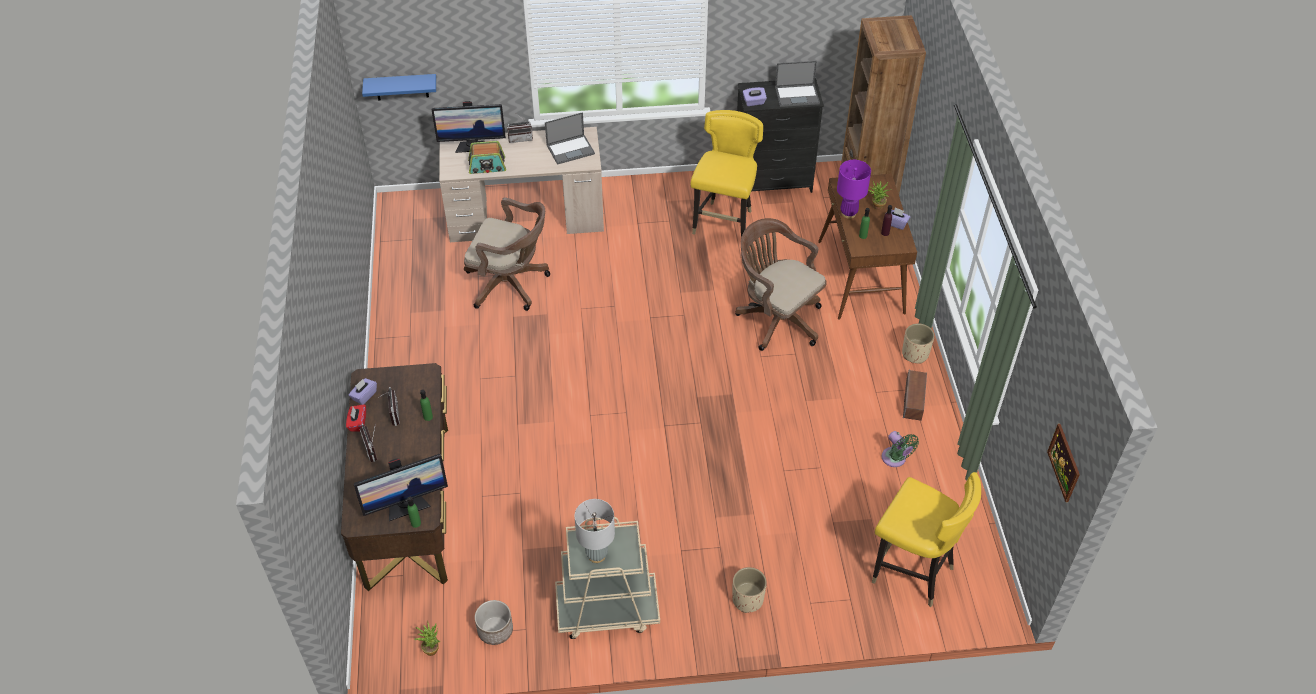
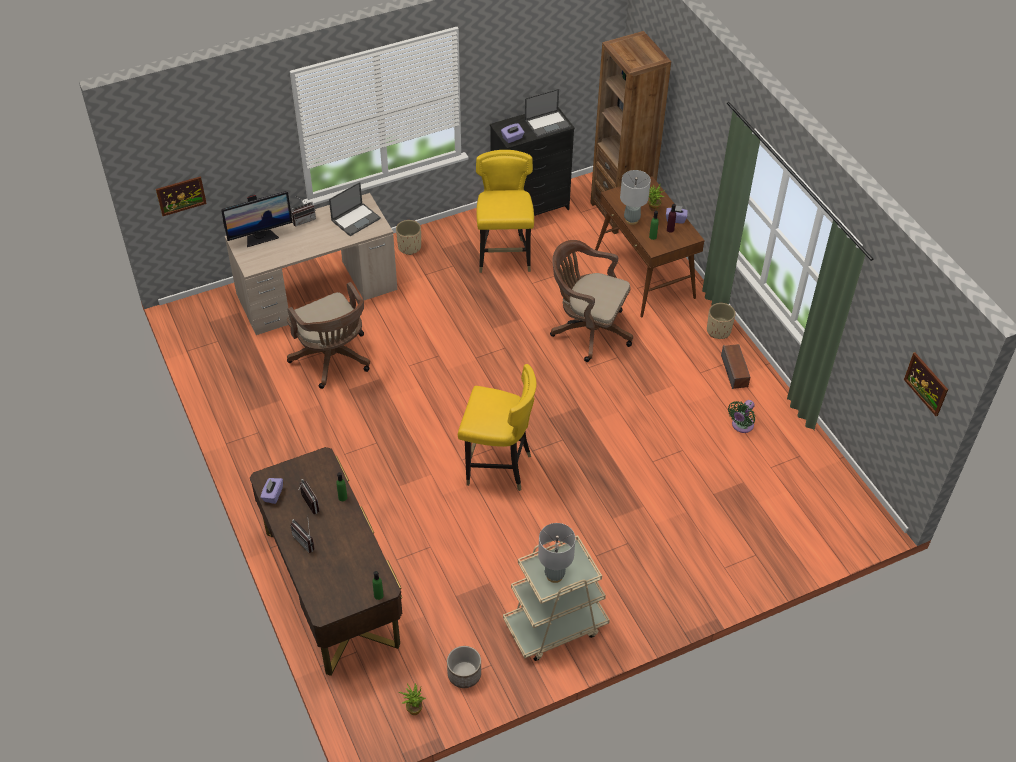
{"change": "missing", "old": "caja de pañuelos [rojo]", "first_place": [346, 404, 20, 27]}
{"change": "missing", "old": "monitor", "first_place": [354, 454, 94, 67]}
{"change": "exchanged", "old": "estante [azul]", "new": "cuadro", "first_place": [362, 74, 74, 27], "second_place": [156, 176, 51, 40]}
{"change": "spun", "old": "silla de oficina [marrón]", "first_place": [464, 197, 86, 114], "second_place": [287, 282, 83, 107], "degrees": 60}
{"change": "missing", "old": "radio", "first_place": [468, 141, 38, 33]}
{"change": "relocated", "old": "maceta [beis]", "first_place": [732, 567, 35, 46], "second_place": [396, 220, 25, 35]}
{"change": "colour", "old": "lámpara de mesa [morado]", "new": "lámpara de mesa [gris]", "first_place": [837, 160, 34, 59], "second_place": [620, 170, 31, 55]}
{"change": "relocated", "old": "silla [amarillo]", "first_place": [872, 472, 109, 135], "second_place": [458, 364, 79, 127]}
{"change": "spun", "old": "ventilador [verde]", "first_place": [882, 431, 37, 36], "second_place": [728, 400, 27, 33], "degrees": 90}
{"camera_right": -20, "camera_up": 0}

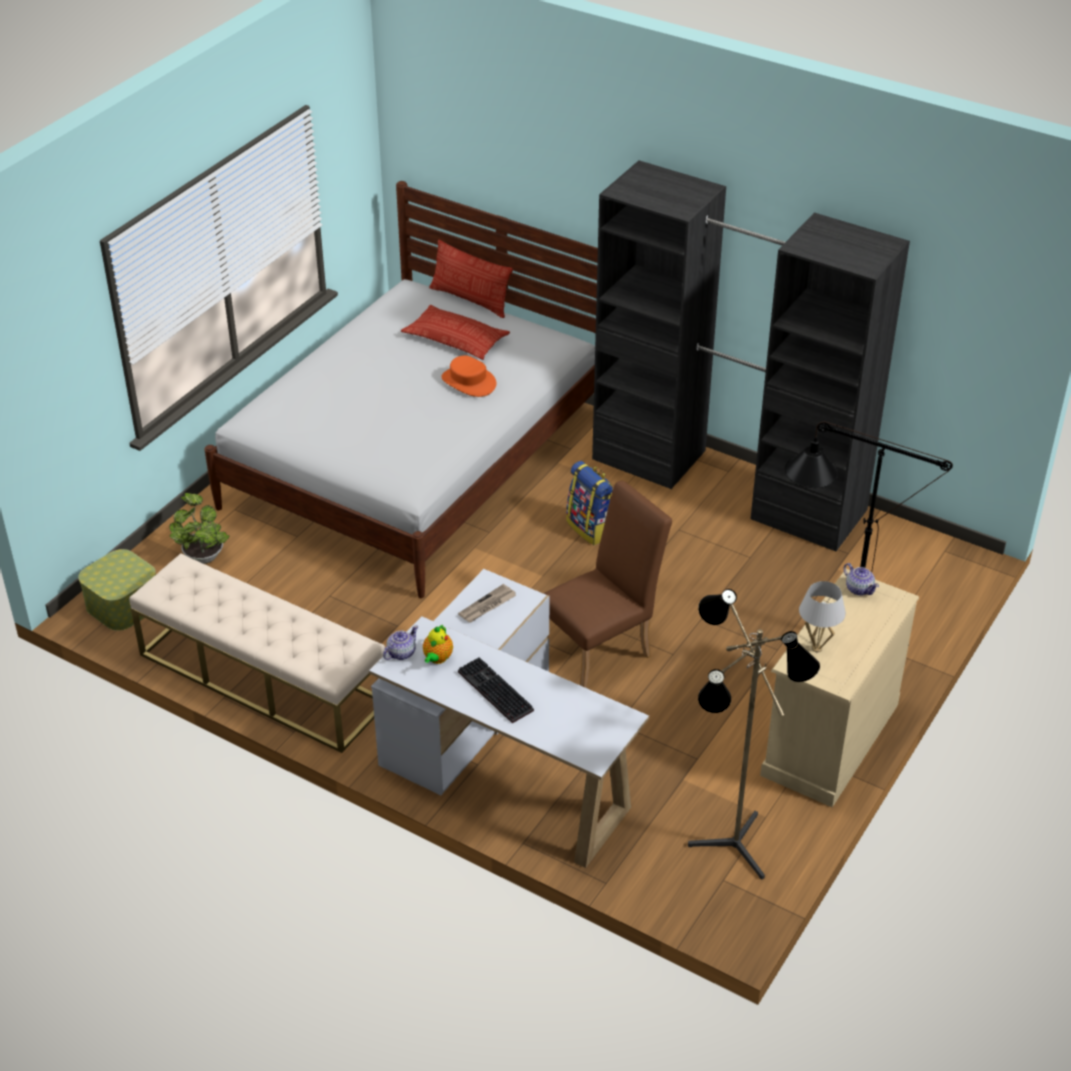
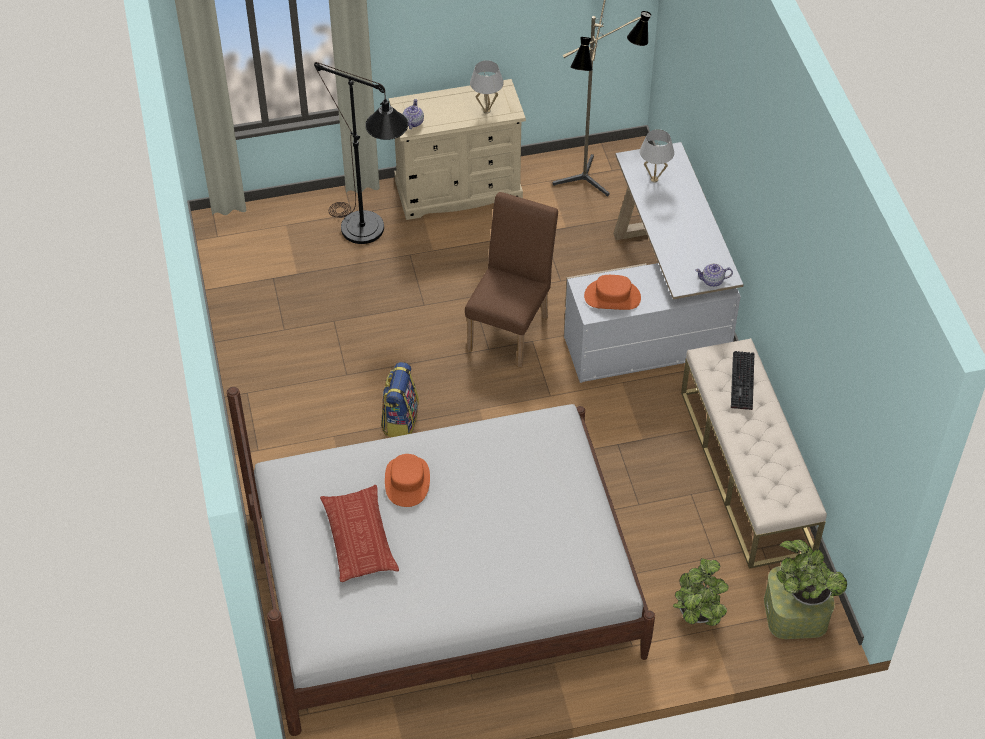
{"change": "missing", "old": "tetera", "first_place": [423, 624, 30, 40]}
{"change": "missing", "old": "cojín", "first_place": [429, 240, 84, 78]}
{"change": "exchanged", "old": "periódico", "new": "sombrero [naranja]", "first_place": [458, 584, 58, 39], "second_place": [584, 275, 57, 35]}
{"change": "relocated", "old": "teclado", "first_place": [458, 657, 76, 66], "second_place": [731, 351, 23, 59]}
{"change": "spun", "old": "silla [marrón]", "first_place": [543, 481, 129, 207], "second_place": [465, 192, 93, 176], "degrees": 105}
{"change": "missing", "old": "armario ropero [negro]", "first_place": [592, 160, 318, 391]}
{"change": "appeared", "new": "lámpara de mesa [blanco]", "second_place": [640, 129, 34, 54]}
{"change": "appeared", "new": "planta en maceta", "second_place": [776, 540, 71, 65]}
{"camera_right": -135, "camera_up": 10}

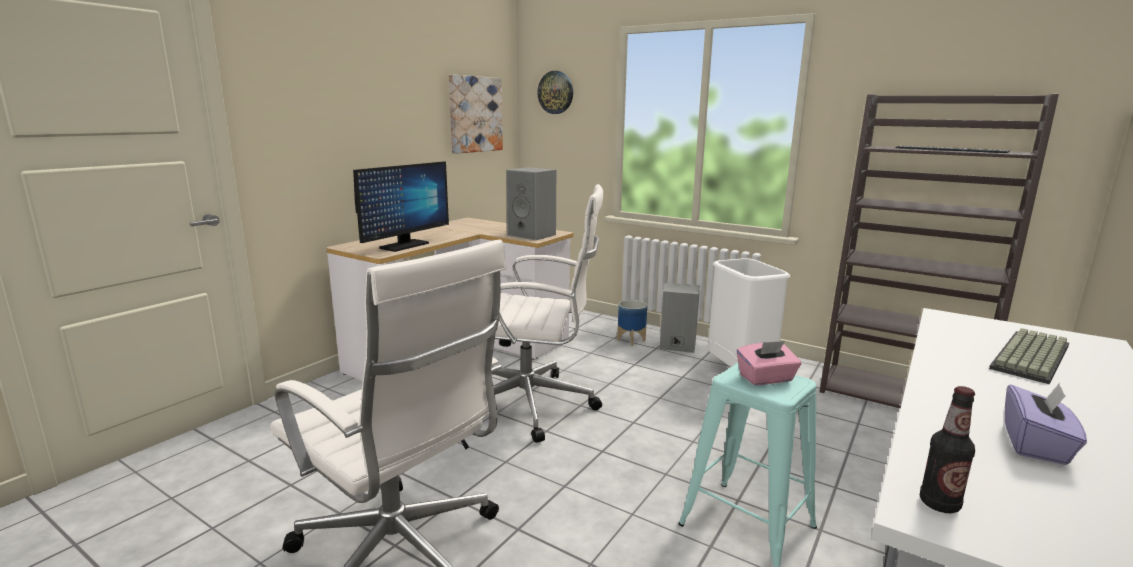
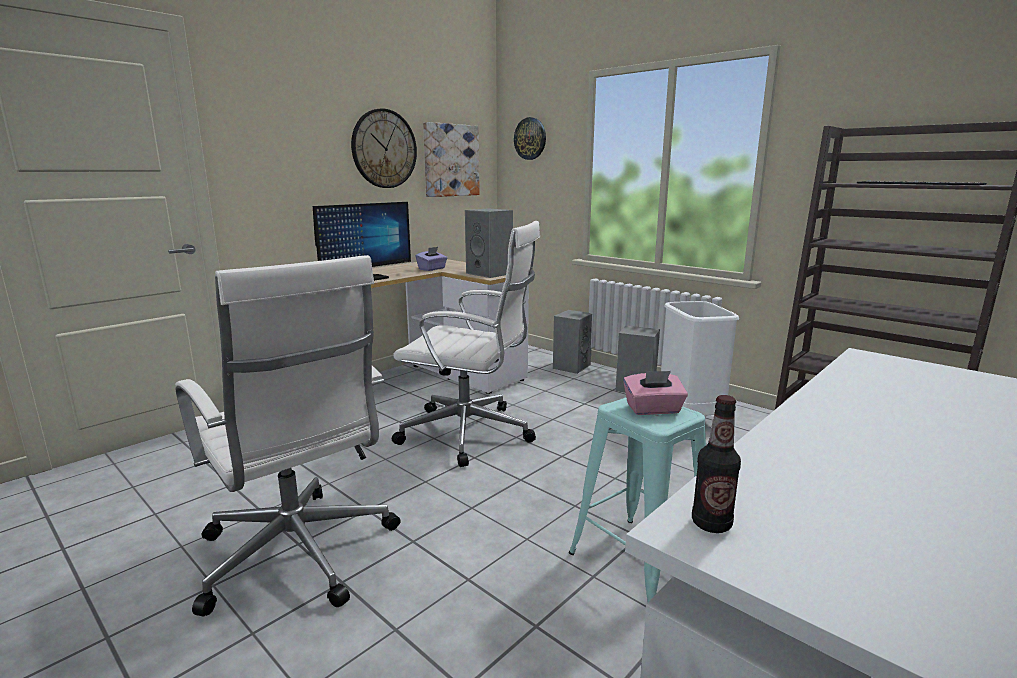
{"change": "missing", "old": "maceta", "first_place": [617, 300, 30, 46]}
{"change": "missing", "old": "teclado", "first_place": [989, 328, 80, 56]}
{"change": "relocated", "old": "caja de pañuelos [morado]", "first_place": [1005, 383, 82, 82], "second_place": [415, 247, 32, 24]}
{"change": "appeared", "new": "reloj de pared", "second_place": [351, 109, 66, 79]}
{"change": "appeared", "new": "altavoz [gris]", "second_place": [553, 310, 39, 64]}
{"camera_right": 10, "camera_up": 0}

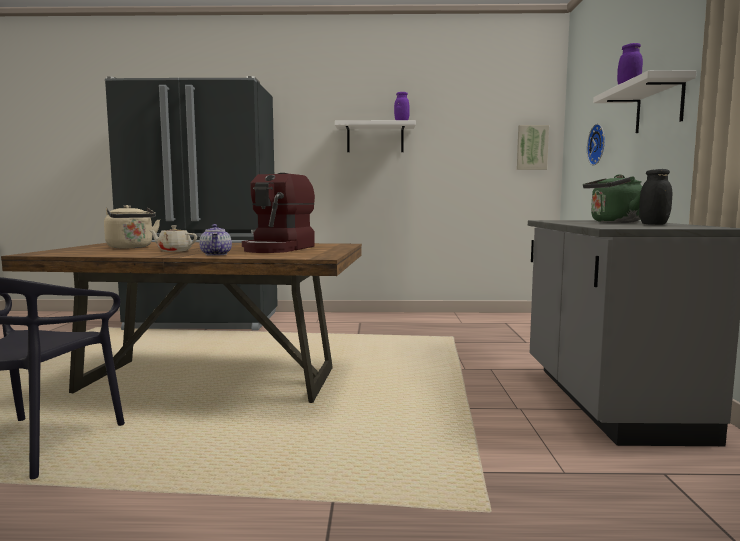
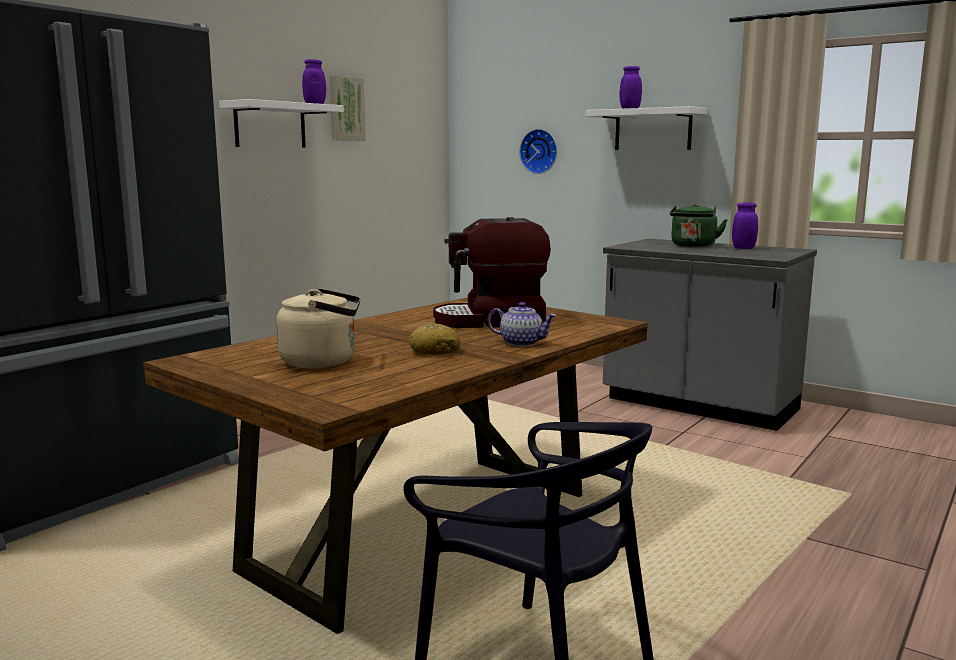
{"change": "exchanged", "old": "tetera [beis]", "new": "pan", "first_place": [149, 225, 48, 27], "second_place": [410, 323, 50, 32]}
{"change": "spun", "old": "cafetera", "first_place": [242, 173, 73, 80], "second_place": [433, 217, 118, 111], "degrees": 120}
{"change": "relocated", "old": "cuadro", "first_place": [517, 125, 32, 45], "second_place": [330, 75, 36, 66]}
{"change": "colour", "old": "tarro [negro]", "new": "tarro [morado]", "first_place": [639, 169, 33, 56], "second_place": [732, 203, 26, 46]}
{"camera_right": -55, "camera_up": 5}

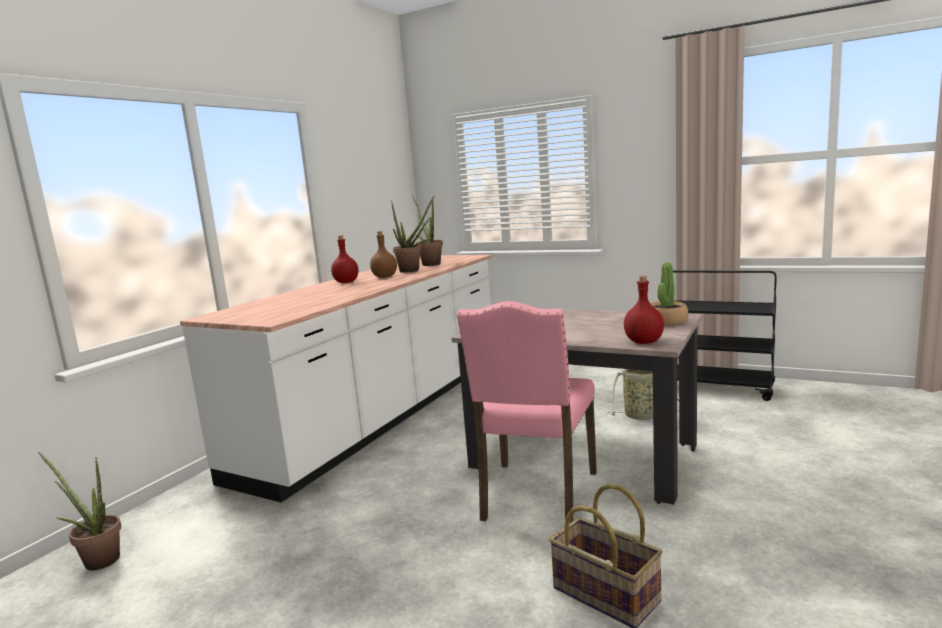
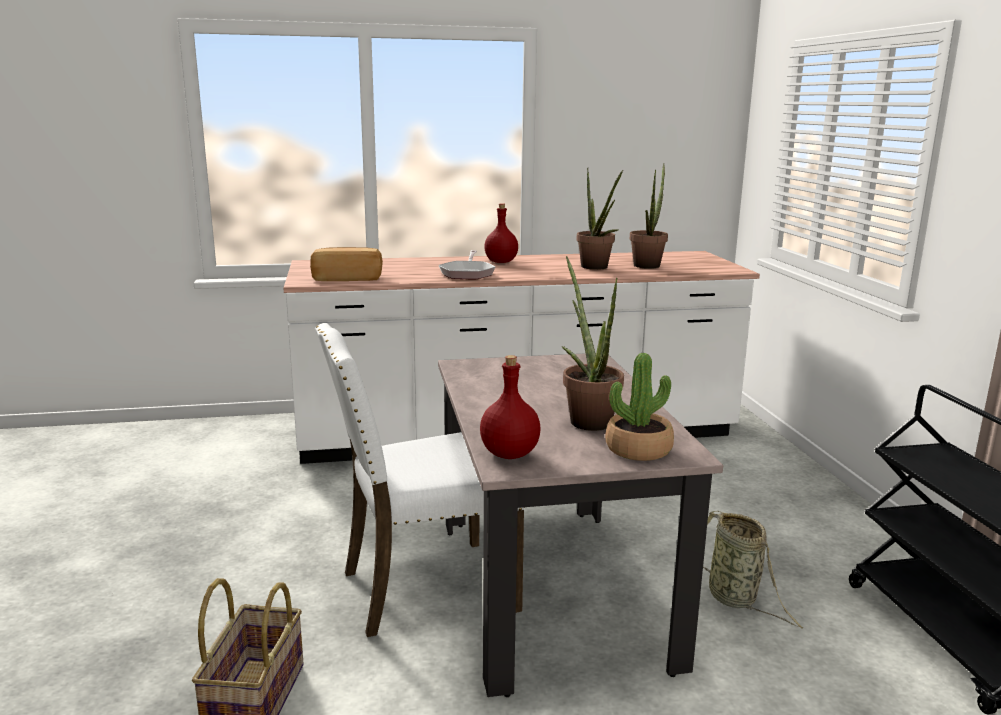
{"change": "relocated", "old": "planta en maceta", "first_place": [38, 452, 83, 118], "second_place": [561, 256, 63, 175]}
{"change": "missing", "old": "botella [marrón]", "first_place": [370, 231, 27, 47]}
{"change": "colour", "old": "silla [rosa]", "new": "silla [blanco]", "first_place": [457, 301, 140, 222], "second_place": [315, 323, 210, 314]}
{"change": "appeared", "new": "pan", "second_place": [310, 247, 73, 34]}
{"change": "appeared", "new": "sartén", "second_place": [438, 250, 57, 29]}
{"camera_right": 50, "camera_up": 5}

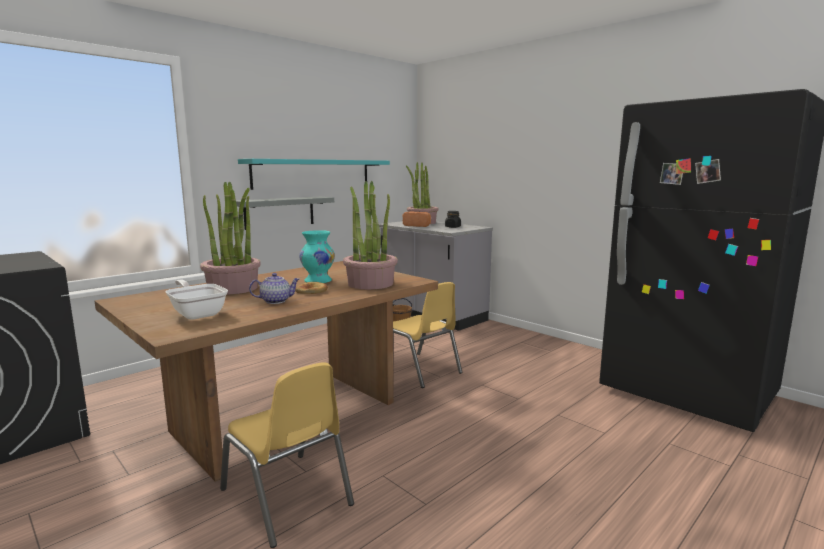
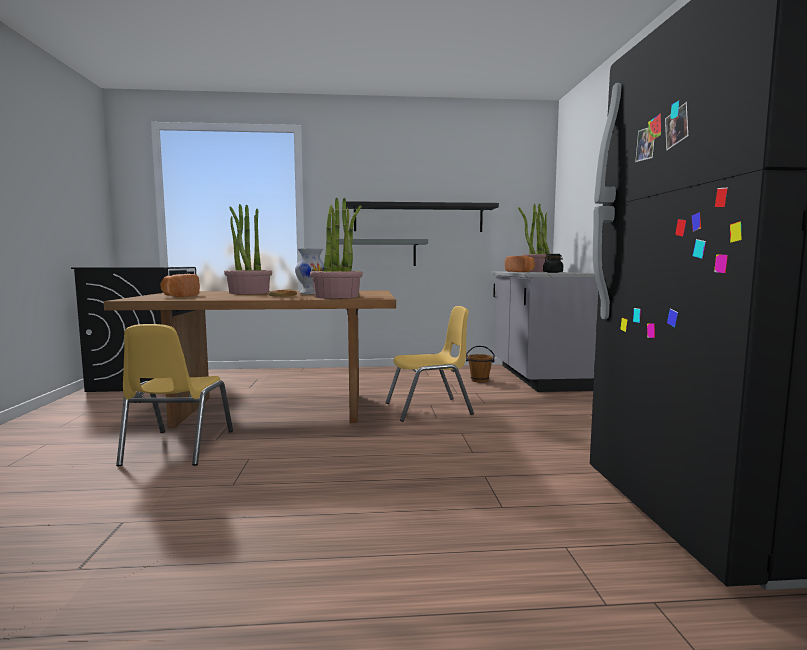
{"change": "exchanged", "old": "sartén", "new": "pan", "first_place": [165, 279, 63, 41], "second_place": [160, 274, 40, 23]}
{"change": "colour", "old": "estante [turquesa]", "new": "estante [negro]", "first_place": [238, 159, 152, 31], "second_place": [346, 201, 153, 31]}
{"change": "missing", "old": "tetera", "first_place": [249, 273, 51, 31]}
{"change": "colour", "old": "florero [turquesa]", "new": "florero [blanco]", "first_place": [299, 230, 36, 53], "second_place": [295, 248, 29, 47]}
{"change": "spun", "old": "silla [amarillo]", "first_place": [393, 282, 69, 106], "second_place": [385, 306, 89, 116], "degrees": -105}
{"camera_right": 40, "camera_up": -5}

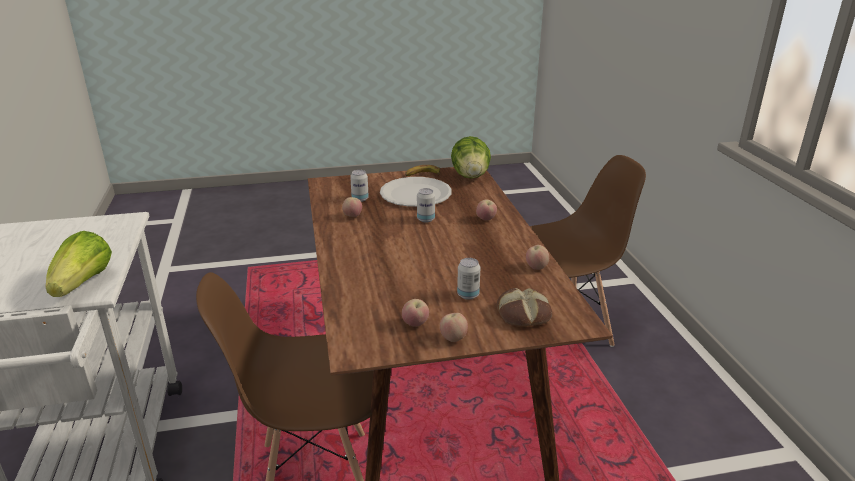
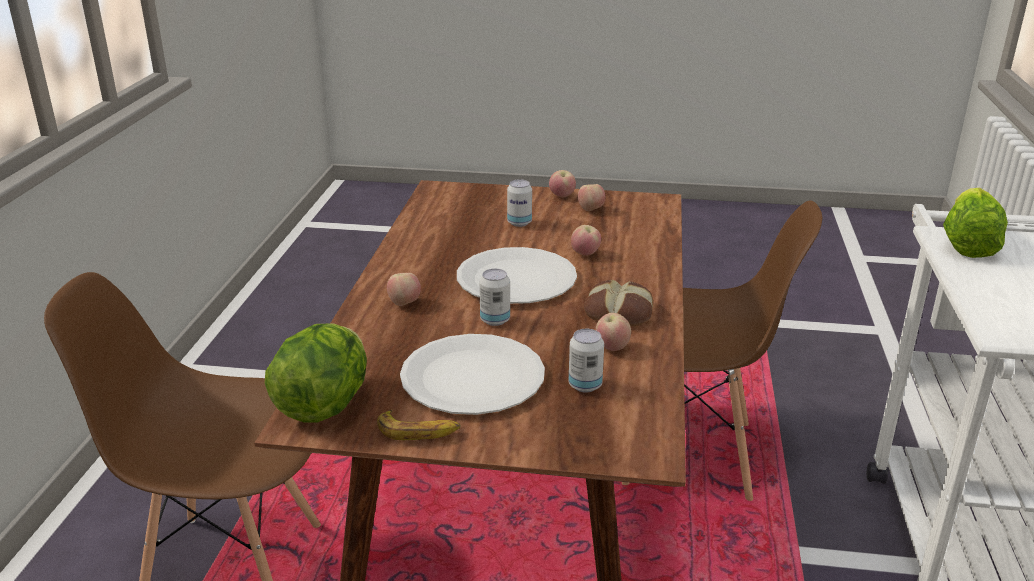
{"change": "relocated", "old": "pan", "first_place": [497, 288, 55, 39], "second_place": [584, 280, 69, 46]}
{"change": "relocated", "old": "manzana", "first_place": [526, 245, 23, 25], "second_place": [571, 225, 30, 31]}
{"change": "appeared", "new": "plato [blanco]", "second_place": [457, 247, 120, 57]}
{"camera_right": -160, "camera_up": 0}

